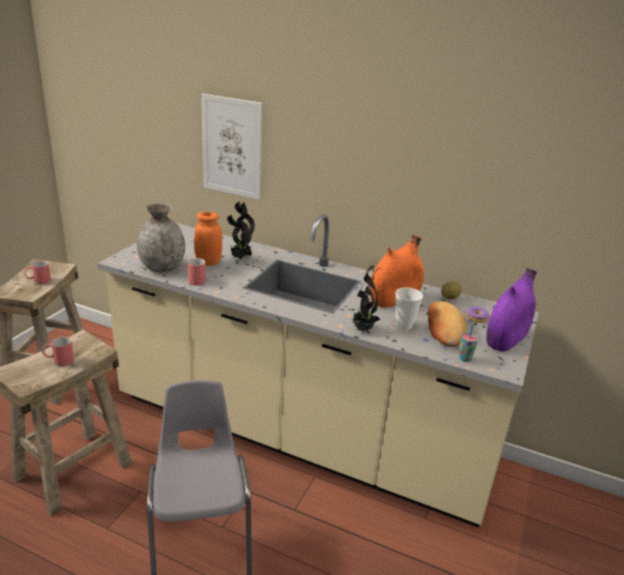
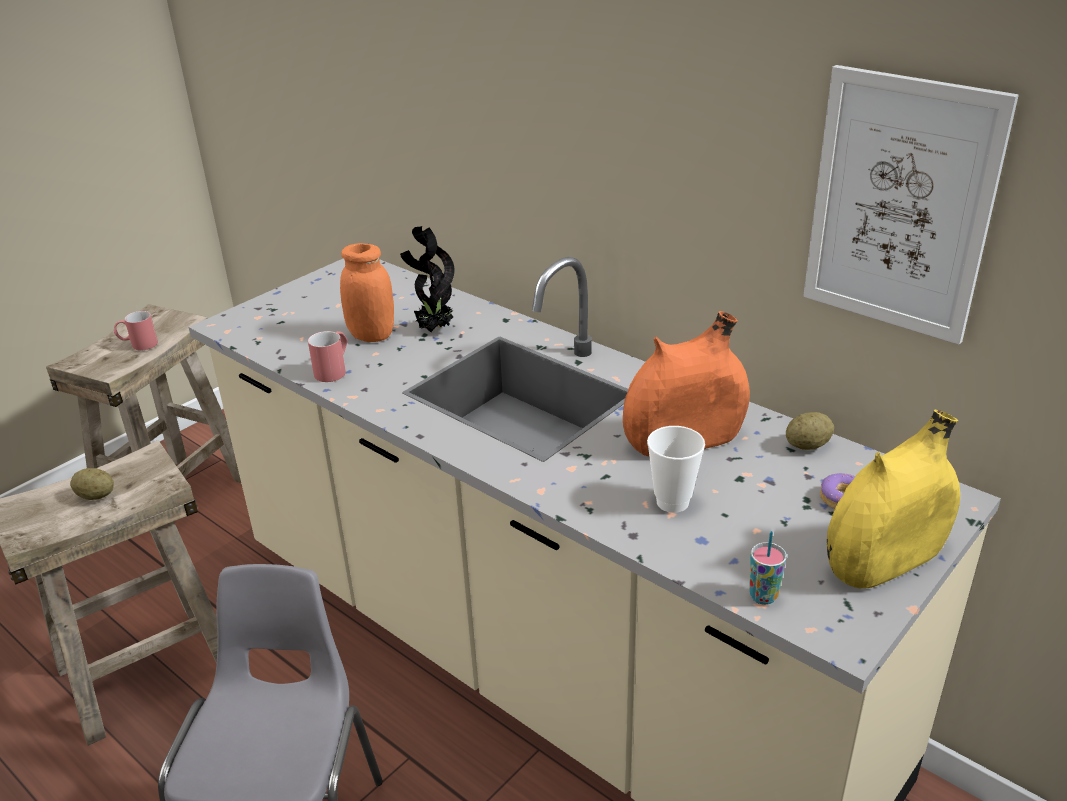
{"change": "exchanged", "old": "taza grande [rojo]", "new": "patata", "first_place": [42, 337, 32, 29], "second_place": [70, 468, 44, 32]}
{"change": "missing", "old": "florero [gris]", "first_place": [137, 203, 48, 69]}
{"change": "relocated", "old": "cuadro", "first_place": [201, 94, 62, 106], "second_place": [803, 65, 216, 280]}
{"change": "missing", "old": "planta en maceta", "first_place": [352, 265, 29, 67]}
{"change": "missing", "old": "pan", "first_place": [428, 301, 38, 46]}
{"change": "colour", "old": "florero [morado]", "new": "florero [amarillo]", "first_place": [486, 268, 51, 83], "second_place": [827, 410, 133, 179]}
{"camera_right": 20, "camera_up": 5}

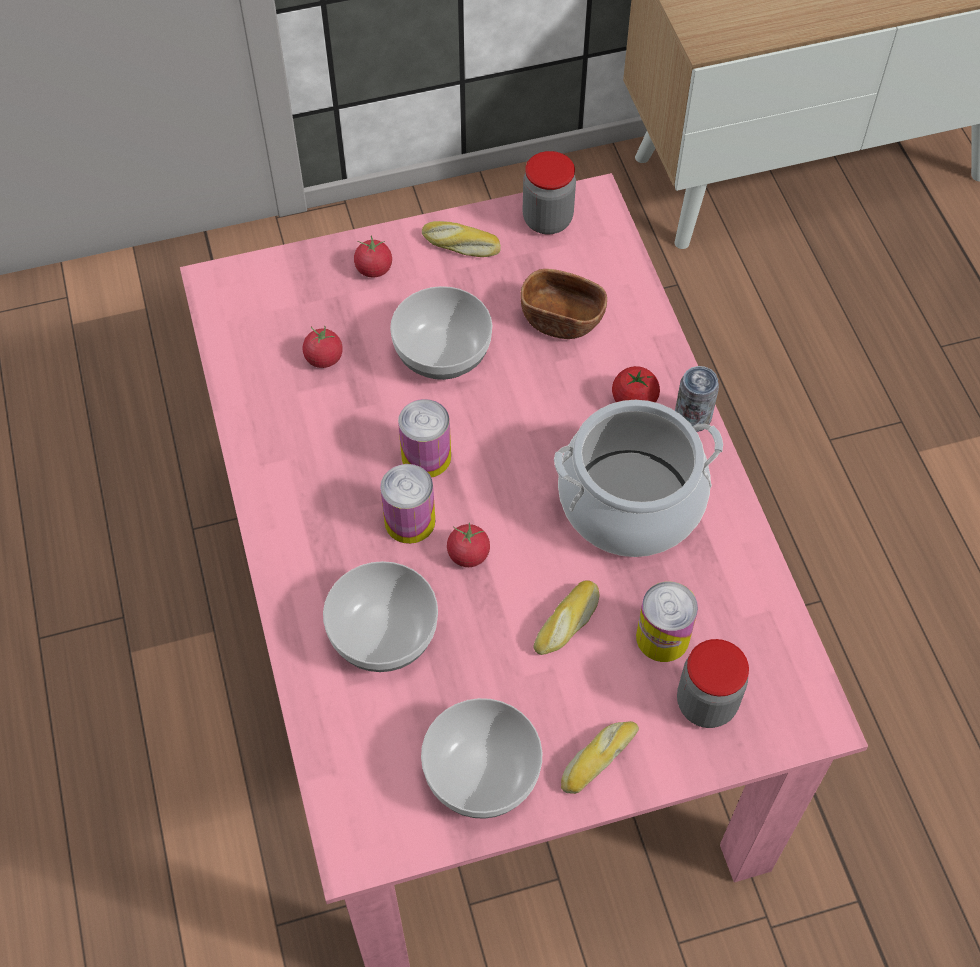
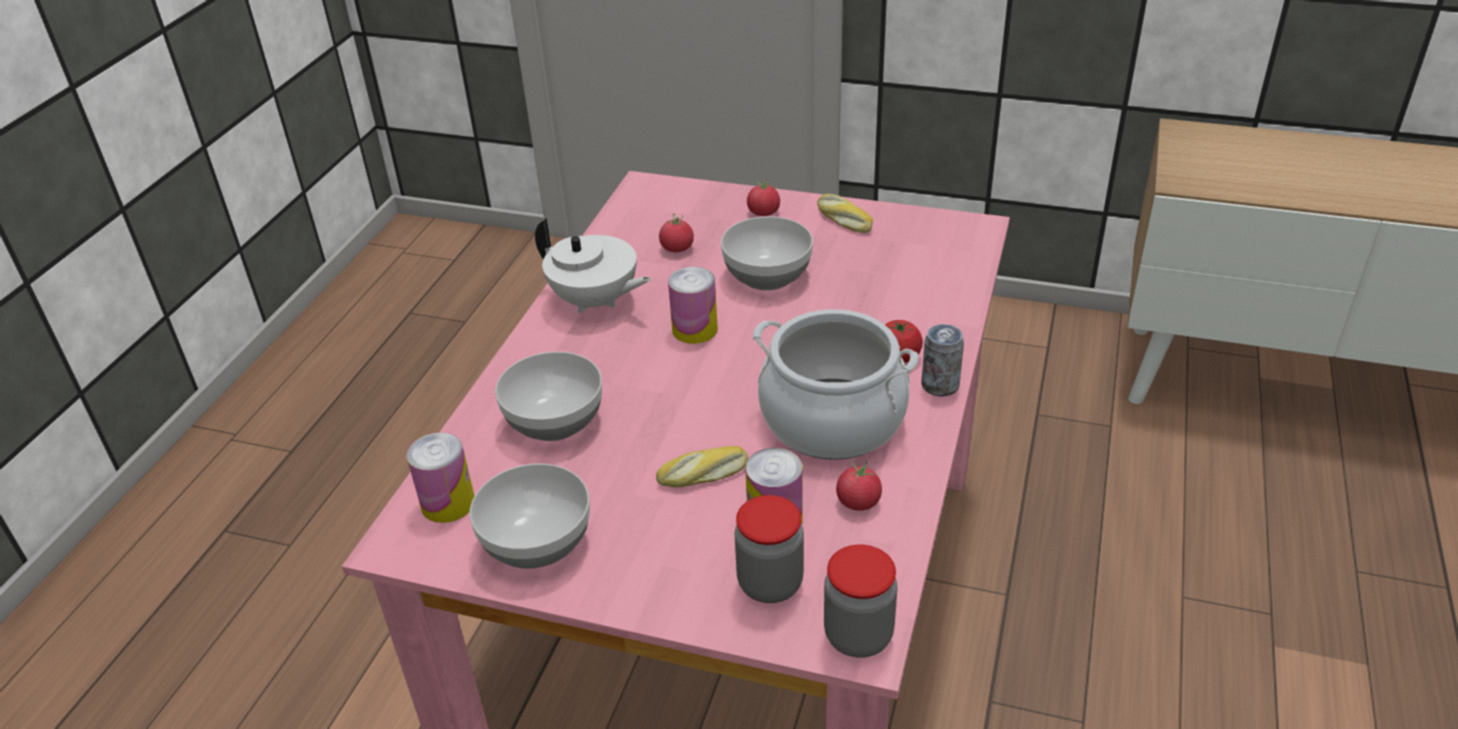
{"change": "relocated", "old": "lata", "first_place": [380, 464, 55, 80], "second_place": [406, 432, 68, 91]}
{"change": "relocated", "old": "tomate", "first_place": [447, 523, 43, 44], "second_place": [836, 461, 46, 50]}
{"change": "missing", "old": "cuenco [marrón]", "first_place": [520, 269, 87, 70]}
{"change": "relocated", "old": "tarro", "first_place": [522, 151, 54, 83], "second_place": [824, 545, 74, 113]}
{"change": "missing", "old": "pan", "first_place": [561, 721, 78, 73]}
{"change": "appeared", "new": "tetera [blanco]", "second_place": [535, 218, 116, 96]}
{"camera_right": 35, "camera_up": -20}

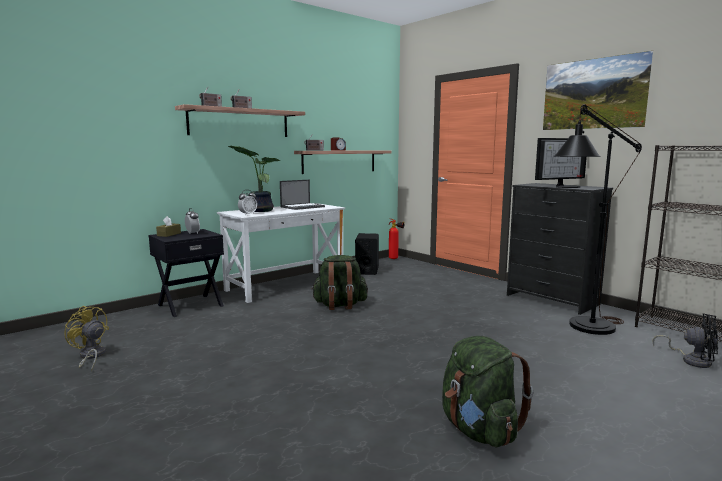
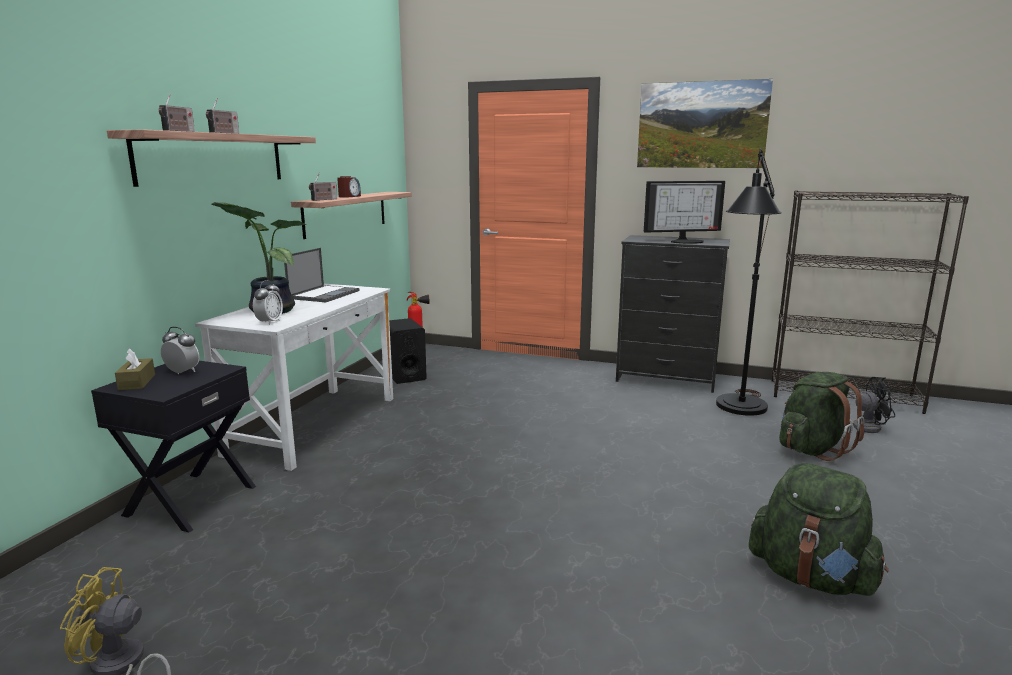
{"change": "relocated", "old": "mochila [verde]", "first_place": [311, 255, 57, 55], "second_place": [779, 372, 86, 89]}
{"change": "spun", "old": "monitor", "first_place": [535, 138, 52, 50], "second_place": [644, 181, 81, 63], "degrees": 45}
{"camera_right": -30, "camera_up": 5}

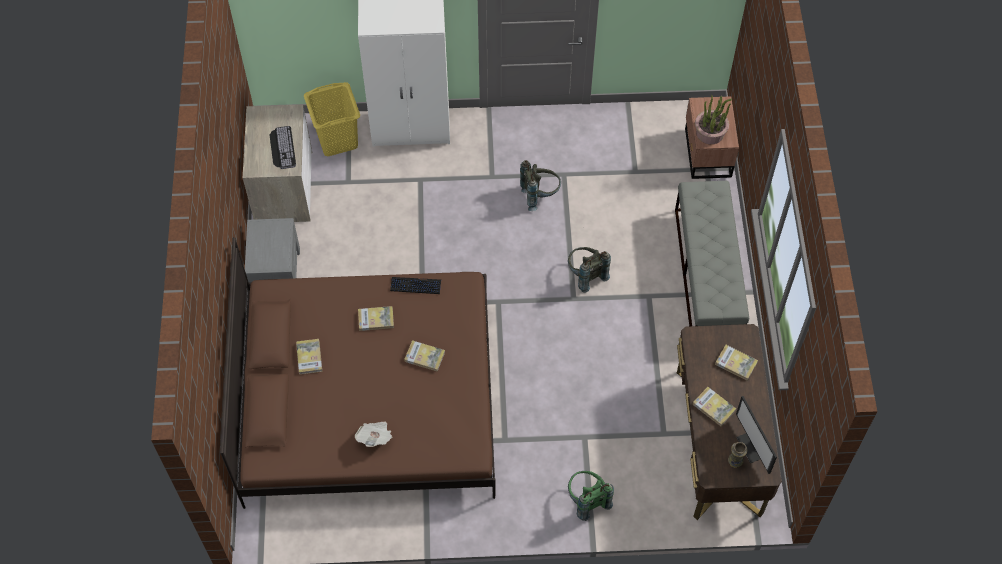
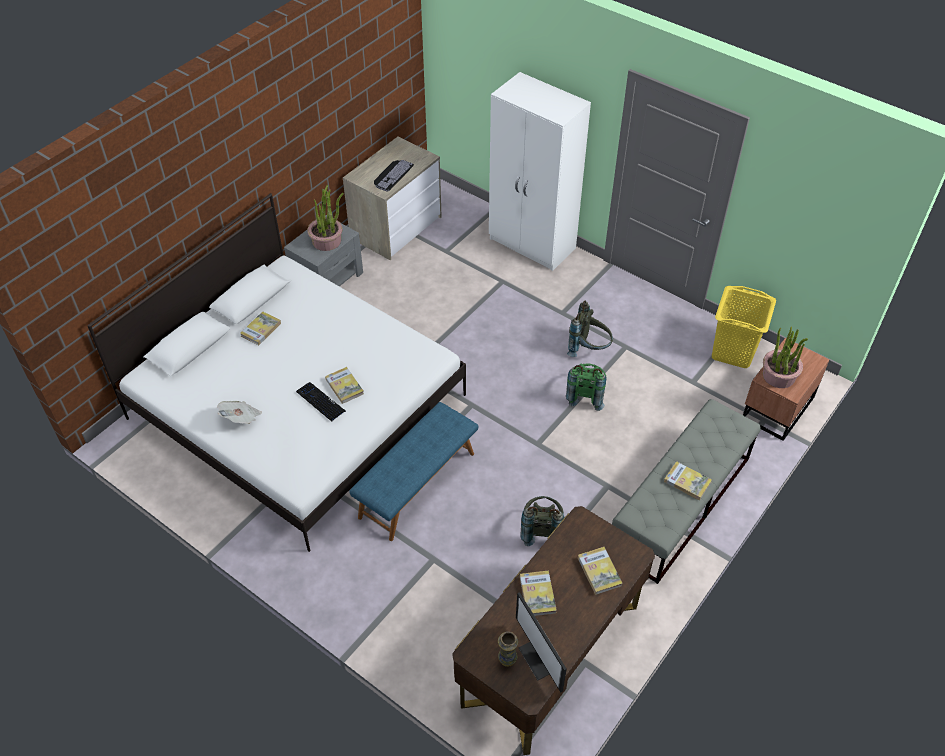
{"change": "colour", "old": "cama [marrón]", "new": "cama [blanco]", "first_place": [220, 237, 276, 272], "second_place": [87, 193, 379, 359]}
{"change": "relocated", "old": "cesto de la ropa [amarillo]", "first_place": [304, 82, 56, 74], "second_place": [712, 286, 64, 82]}
{"change": "relocated", "old": "libro", "first_place": [358, 306, 36, 25], "second_place": [664, 461, 48, 39]}
{"change": "relocated", "old": "teclado", "first_place": [390, 277, 51, 17], "second_place": [296, 382, 50, 40]}
{"change": "relocated", "old": "mochila [gris]", "first_place": [568, 247, 43, 46], "second_place": [520, 496, 44, 50]}
{"change": "relocated", "old": "mochila [verde]", "first_place": [568, 471, 46, 50], "second_place": [566, 363, 40, 48]}
{"change": "spun", "old": "monitor", "first_place": [736, 396, 41, 78], "second_place": [516, 592, 51, 100], "degrees": -45}
{"change": "appeared", "new": "planta en maceta", "second_place": [307, 185, 37, 66]}
{"change": "appeared", "new": "banco [azul]", "second_place": [349, 402, 129, 139]}
{"camera_right": 40, "camera_up": -10}

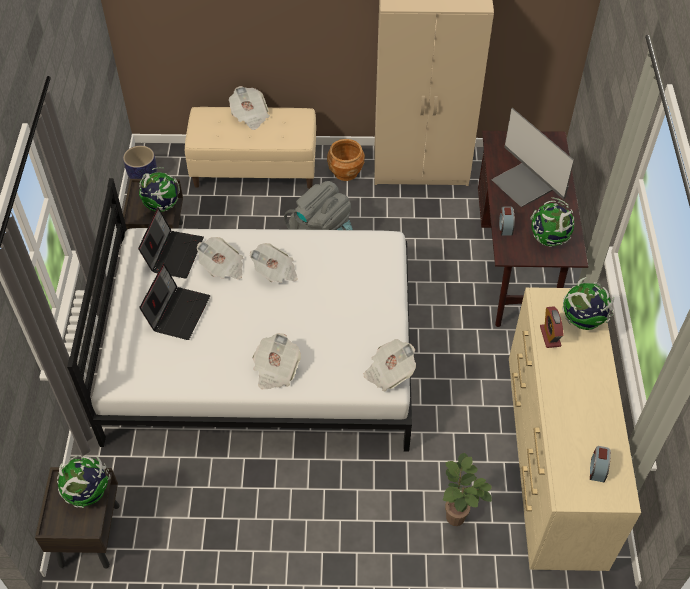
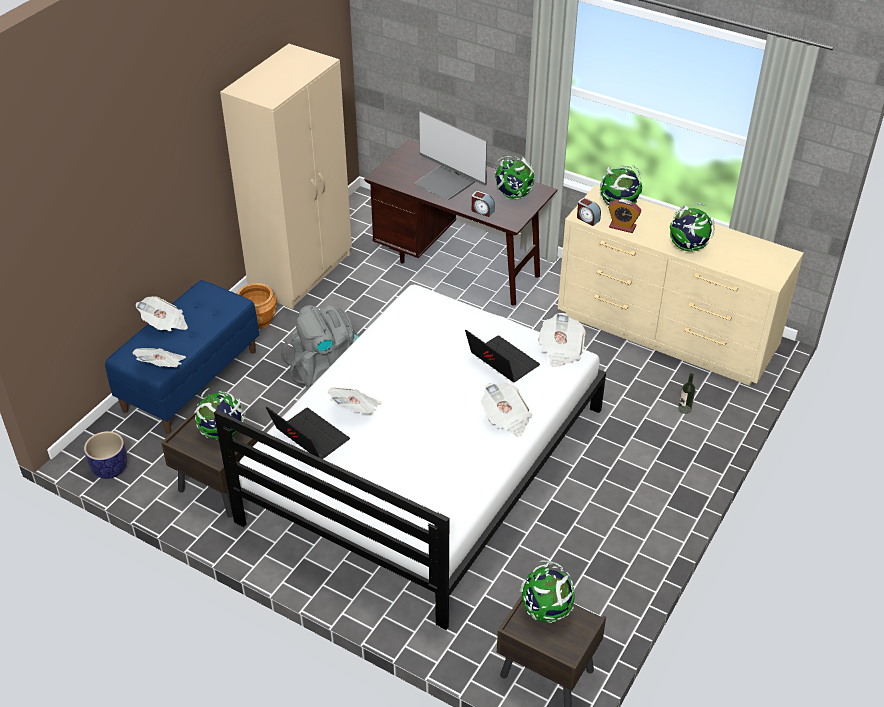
{"change": "relocated", "old": "portátil", "first_place": [139, 264, 71, 76], "second_place": [465, 329, 75, 53]}
{"change": "colour", "old": "banco [beis]", "new": "banco [azul]", "first_place": [185, 107, 131, 82], "second_place": [105, 280, 154, 154]}
{"change": "relocated", "old": "periódico", "first_place": [250, 243, 48, 40], "second_place": [133, 348, 53, 19]}
{"change": "exchanged", "old": "planta en maceta", "new": "botella", "first_place": [443, 453, 49, 73], "second_place": [678, 373, 17, 41]}
{"change": "spun", "old": "monitor", "first_place": [492, 108, 82, 99], "second_place": [414, 111, 73, 89], "degrees": 45}
{"change": "relocated", "old": "despertador", "first_place": [590, 446, 21, 37], "second_place": [577, 198, 24, 28]}
{"change": "appeared", "new": "globo terráqueo", "second_place": [669, 203, 46, 49]}
{"camera_right": -60, "camera_up": -10}

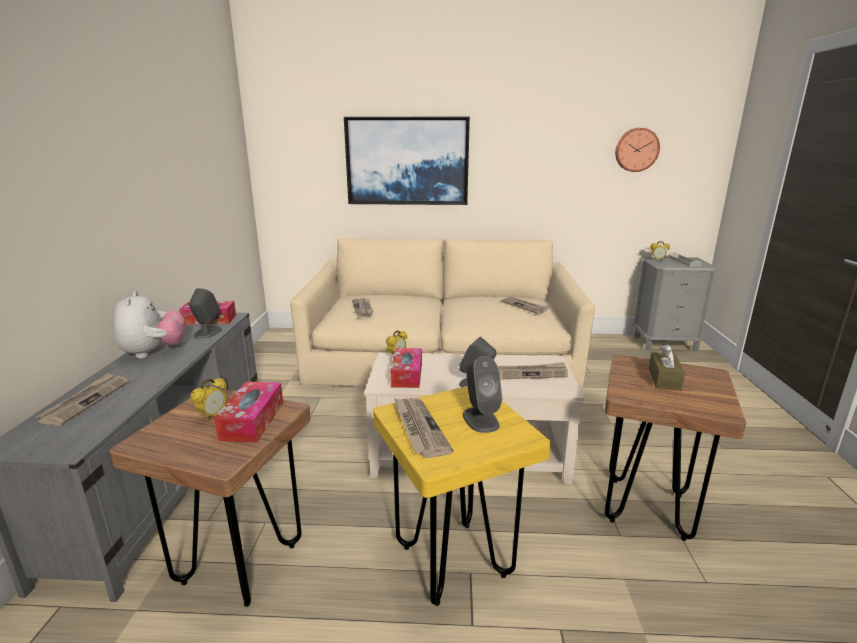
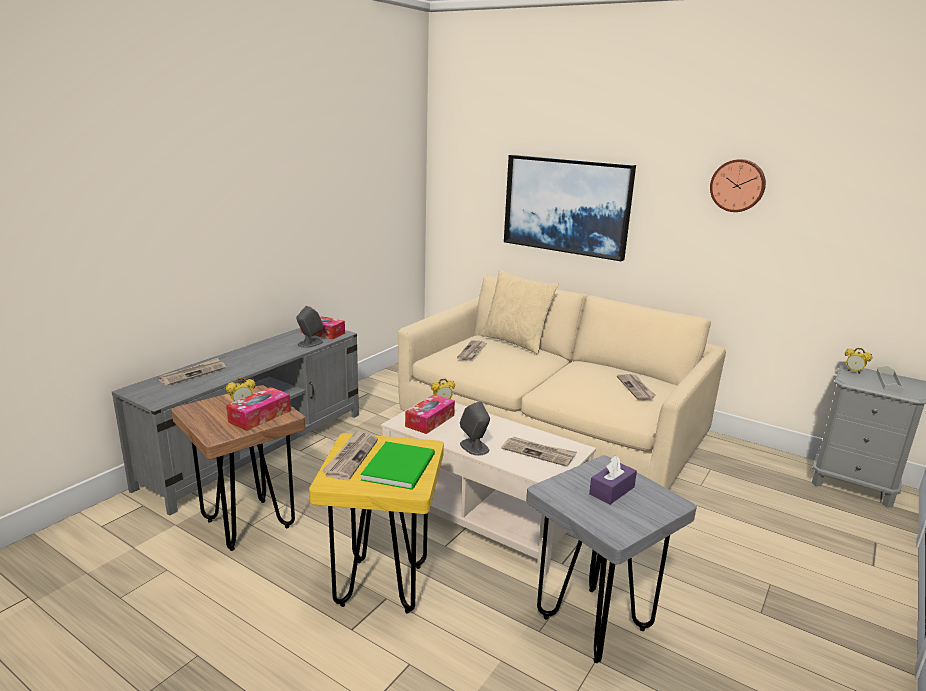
{"change": "missing", "old": "peluche", "first_place": [114, 291, 71, 68]}
{"change": "exchanged", "old": "altavoz [gris]", "new": "libro [verde]", "first_place": [463, 356, 39, 77], "second_place": [361, 441, 74, 49]}
{"change": "colour", "old": "taburete [marrón]", "new": "taburete [gris]", "first_place": [605, 354, 141, 187], "second_place": [526, 455, 171, 208]}
{"change": "relocated", "old": "reloj de pared", "first_place": [615, 128, 45, 44], "second_place": [710, 159, 56, 53]}
{"change": "colour", "old": "caja de pañuelos [marrón]", "new": "caja de pañuelos [morado]", "first_place": [649, 344, 36, 46], "second_place": [589, 455, 48, 50]}
{"change": "appeared", "new": "cojín [beis]", "second_place": [480, 270, 79, 85]}
{"camera_right": 30, "camera_up": 0}

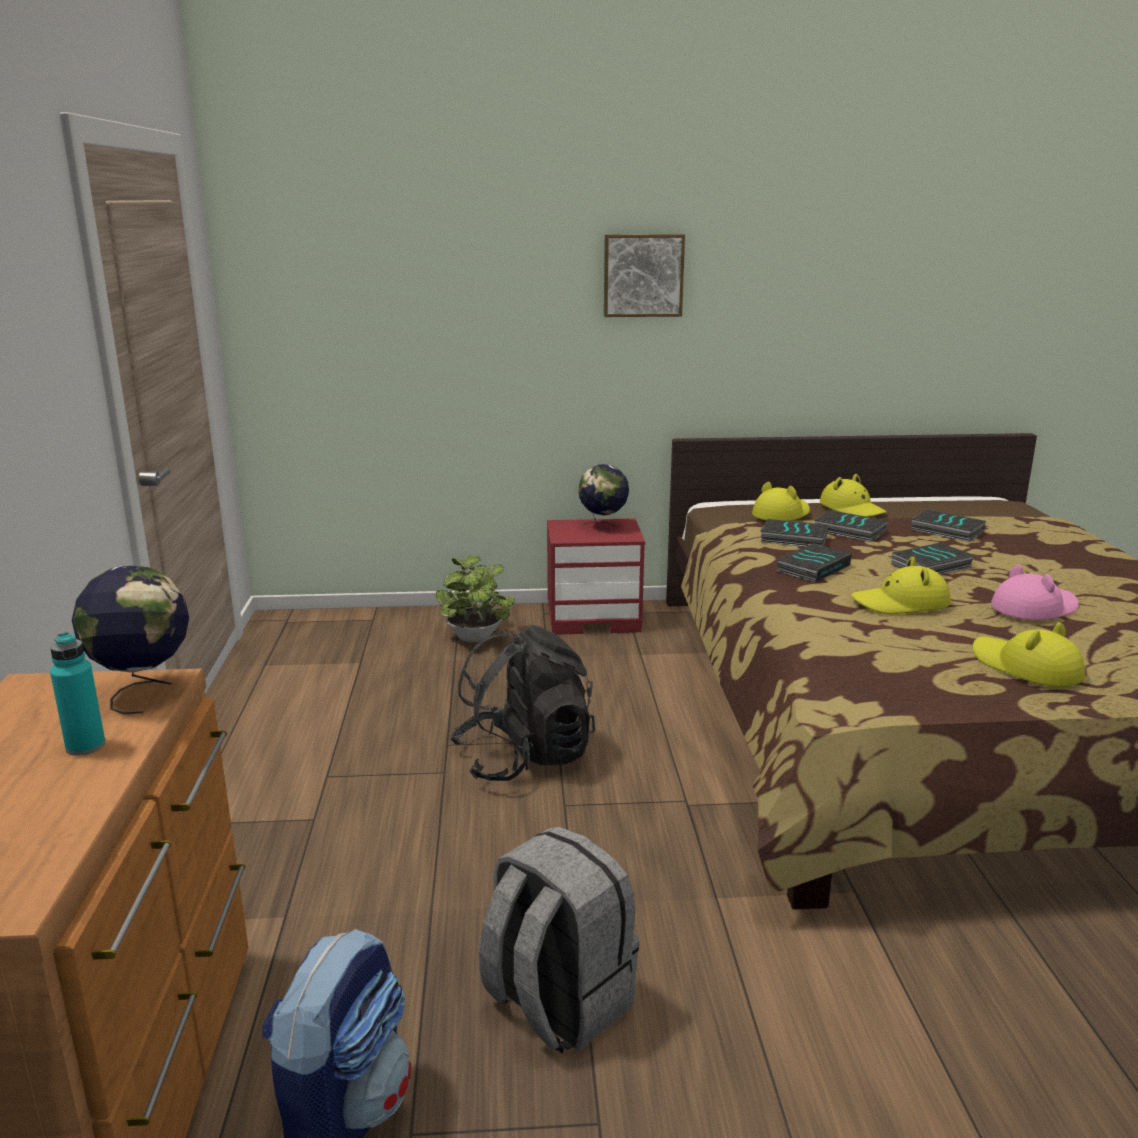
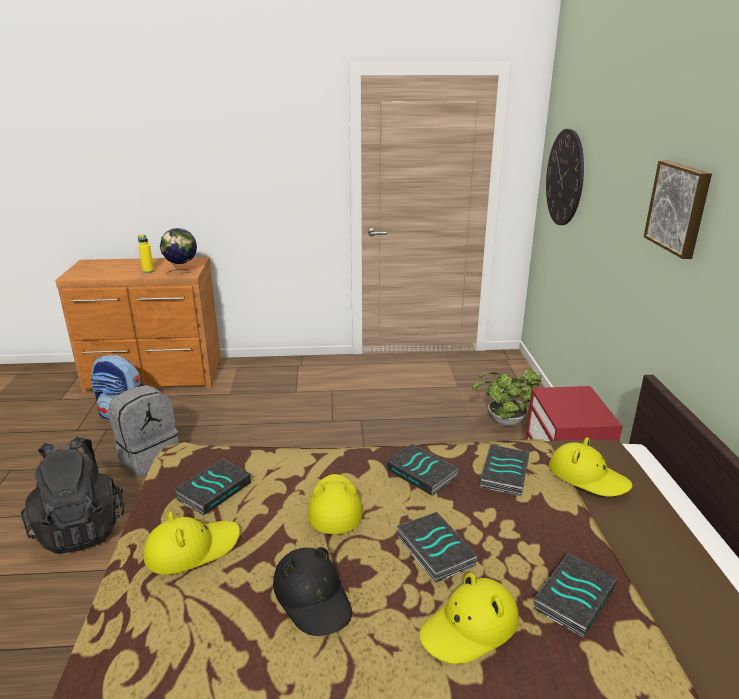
{"change": "colour", "old": "botella [turquesa]", "new": "botella [amarillo]", "first_place": [50, 632, 56, 124], "second_place": [138, 235, 16, 38]}
{"change": "relocated", "old": "mochila [negro]", "first_place": [450, 625, 145, 156], "second_place": [21, 436, 103, 118]}
{"change": "missing", "old": "globo terráqueo", "first_place": [578, 464, 51, 66]}
{"change": "relocated", "old": "libro", "first_place": [814, 510, 73, 32], "second_place": [174, 459, 77, 57]}
{"change": "relocated", "old": "sombrero [amarillo]", "first_place": [820, 474, 67, 43], "second_place": [419, 573, 100, 91]}
{"change": "colour", "old": "sombrero [rosa]", "new": "sombrero [negro]", "first_place": [991, 565, 88, 55], "second_place": [273, 547, 79, 89]}
{"change": "appeared", "new": "reloj de pared", "second_place": [546, 129, 38, 96]}
{"camera_right": 90, "camera_up": 5}

